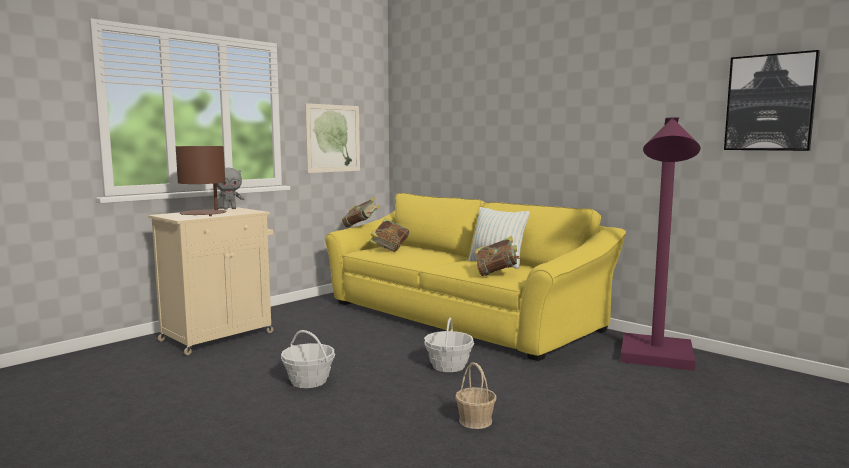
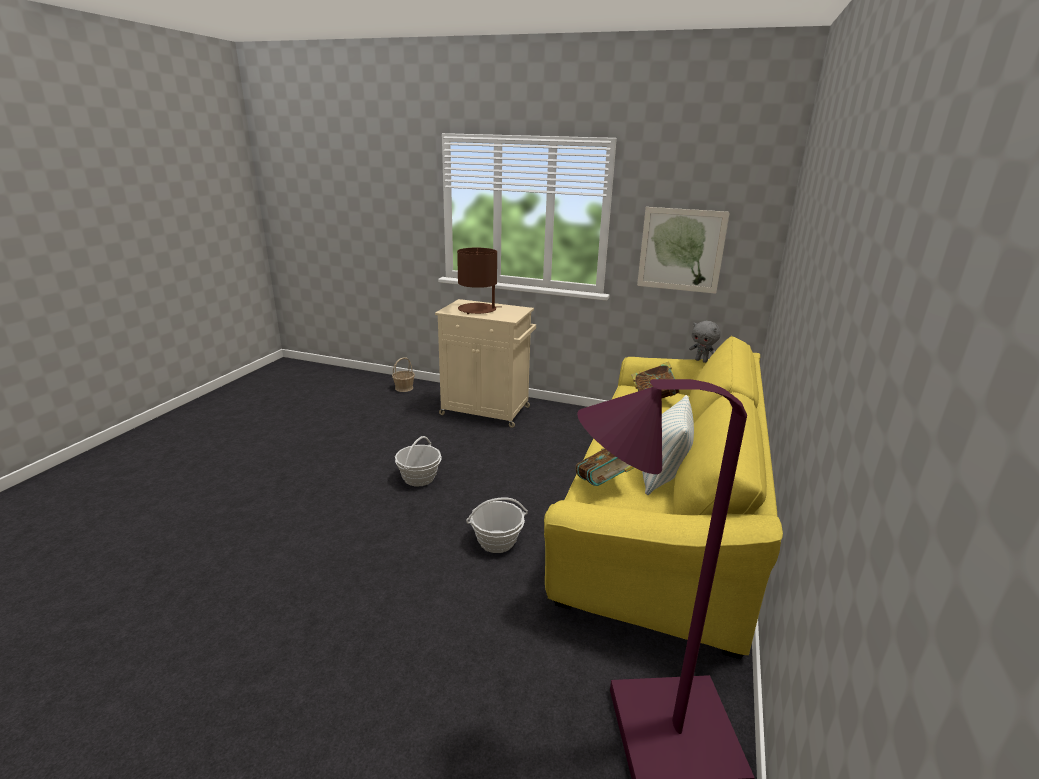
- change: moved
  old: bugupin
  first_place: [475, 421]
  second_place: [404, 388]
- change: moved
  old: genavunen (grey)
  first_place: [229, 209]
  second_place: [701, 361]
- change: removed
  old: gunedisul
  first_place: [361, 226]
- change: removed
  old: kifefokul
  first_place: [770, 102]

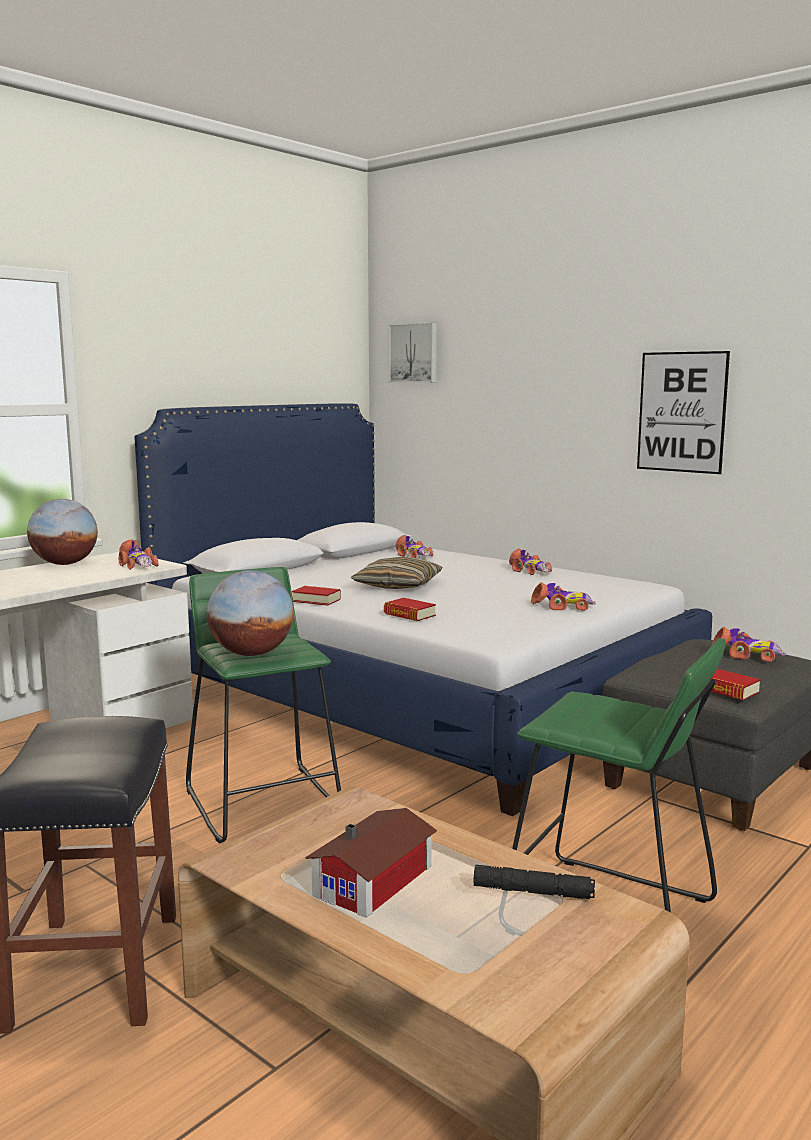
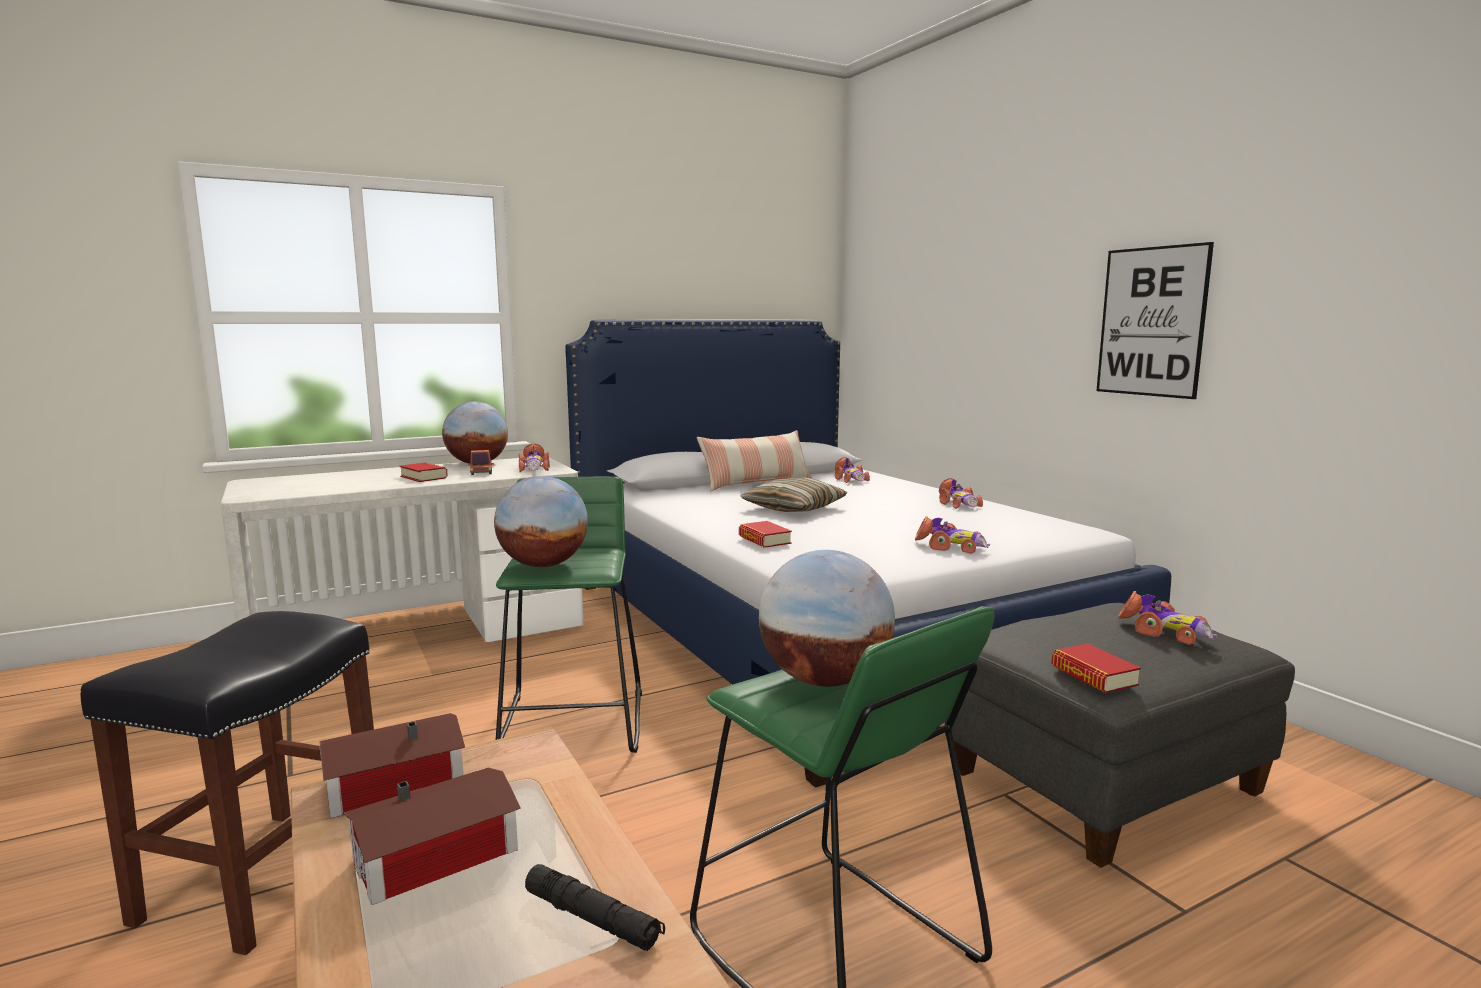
- change: added
  new: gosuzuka
  second_place: [391, 782]
- change: moved
  old: gunedisul
  first_place: [316, 600]
  second_place: [424, 477]
- change: added
  new: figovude
  second_place: [481, 472]
- change: added
  new: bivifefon
  second_place: [756, 483]
- change: added
  new: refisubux
  second_place: [824, 680]
- change: removed
  old: kifefokul
  first_place: [414, 353]

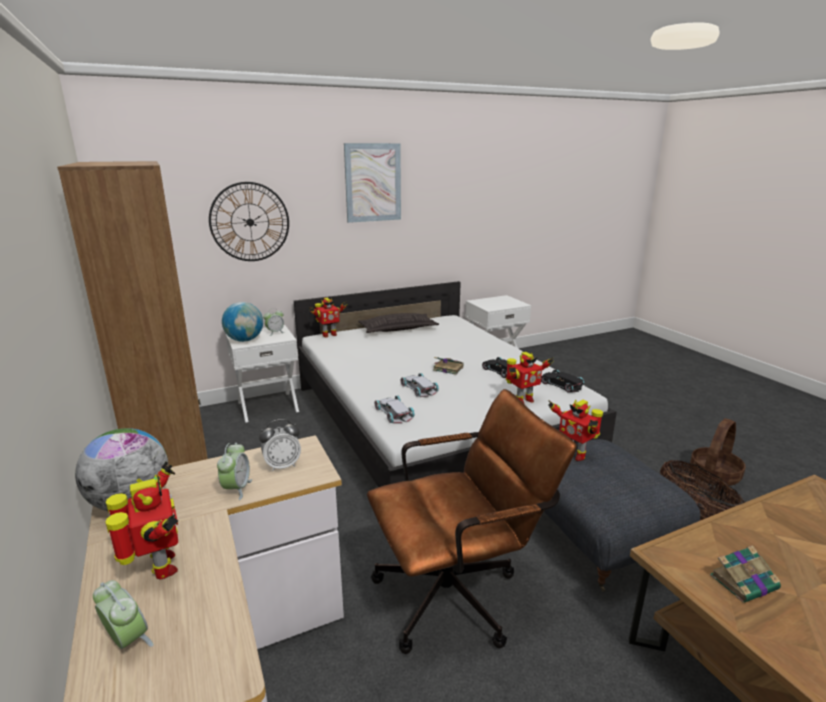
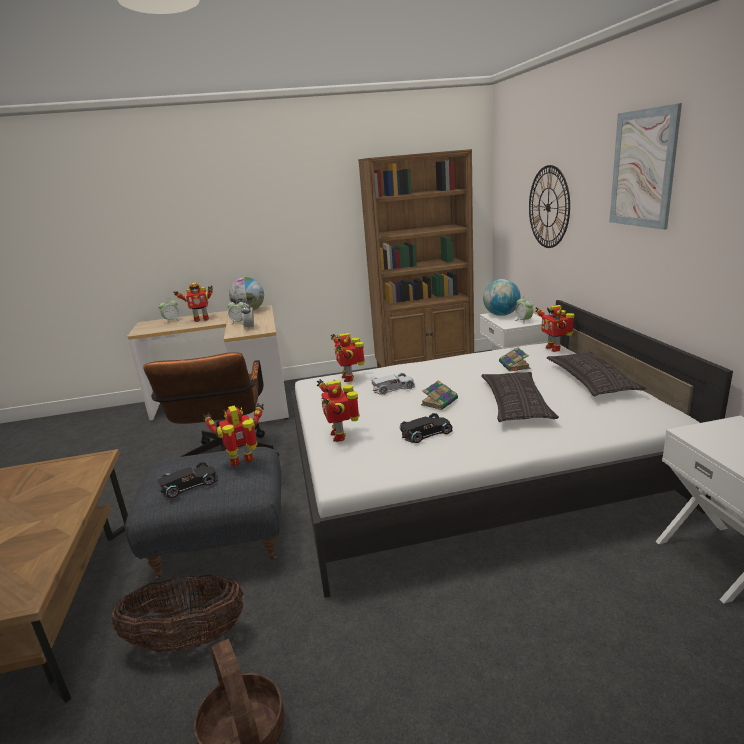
- change: moved
  old: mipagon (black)
  first_place: [561, 384]
  second_place: [190, 484]
- change: replaced
  old: mipagon (white)
  new: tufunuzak
  first_place: [394, 413]
  second_place: [349, 378]
- change: added
  new: bivifefon
  second_place: [516, 403]
- change: moved
  old: gunedisul
  first_place: [744, 582]
  second_place: [514, 366]

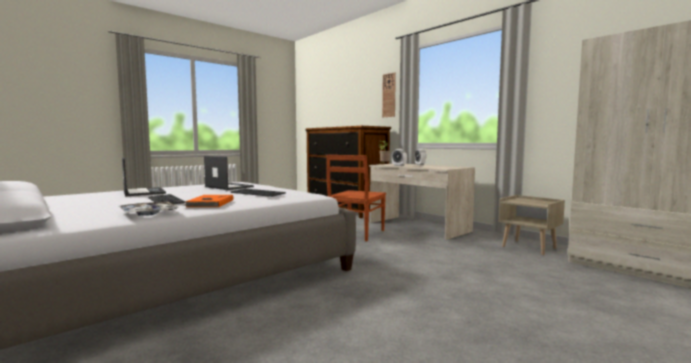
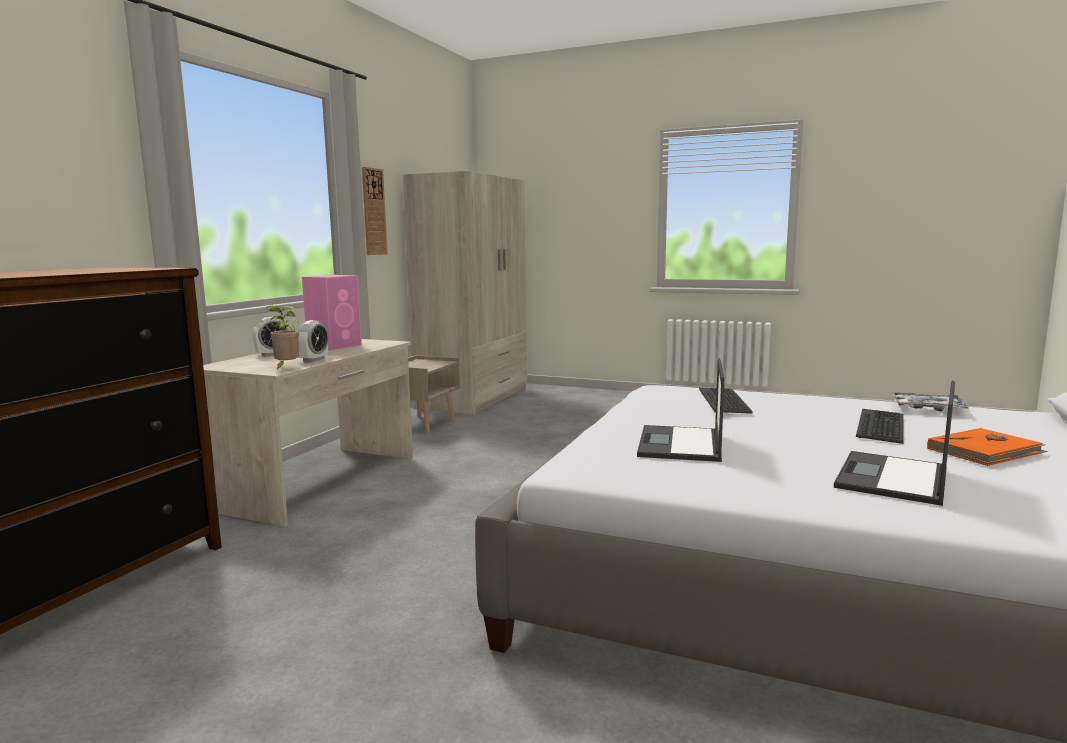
- change: added
  new: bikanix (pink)
  second_place: [335, 346]
- change: moved
  old: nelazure
  first_place: [389, 95]
  second_place: [374, 212]
- change: moved
  old: gunedisul (orange)
  first_place: [209, 203]
  second_place: [985, 451]
- change: removed
  old: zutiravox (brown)
  first_place: [356, 233]

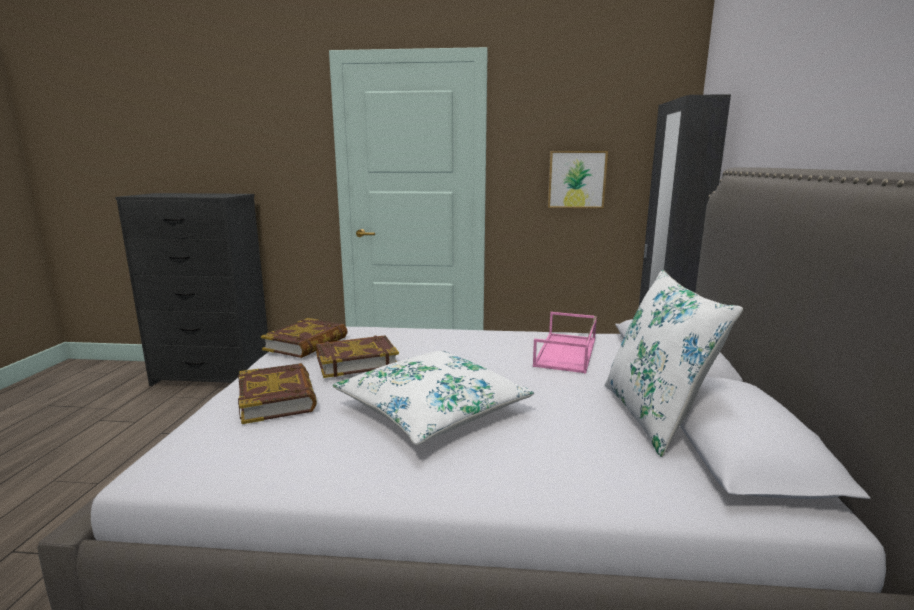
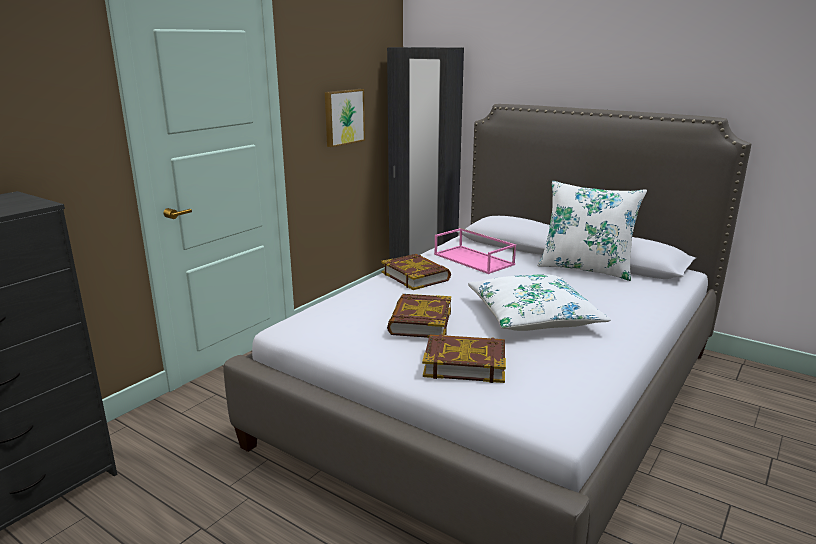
- change: moved
  old: gunedisul
  first_place: [306, 343]
  second_place: [415, 276]

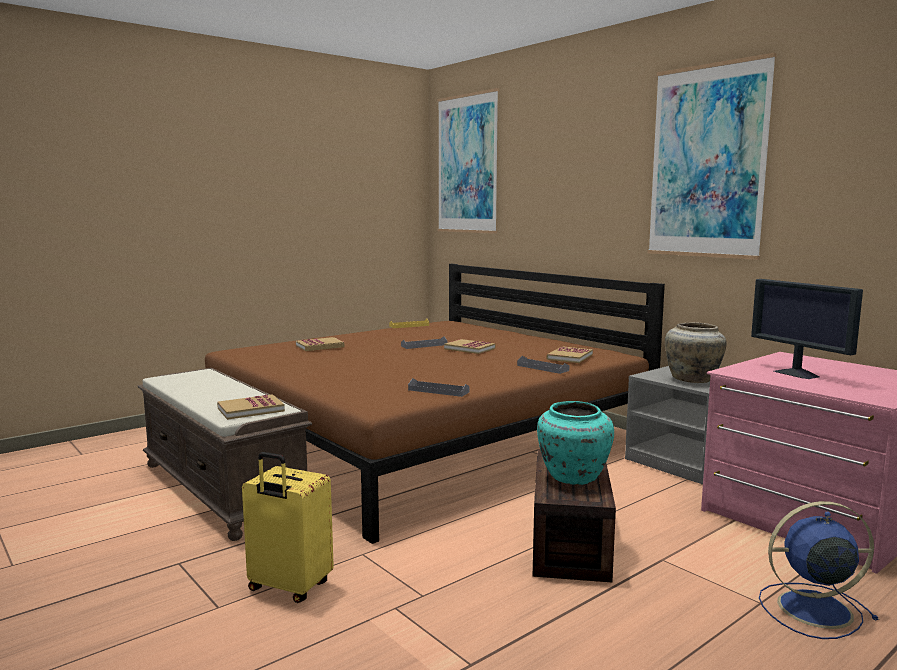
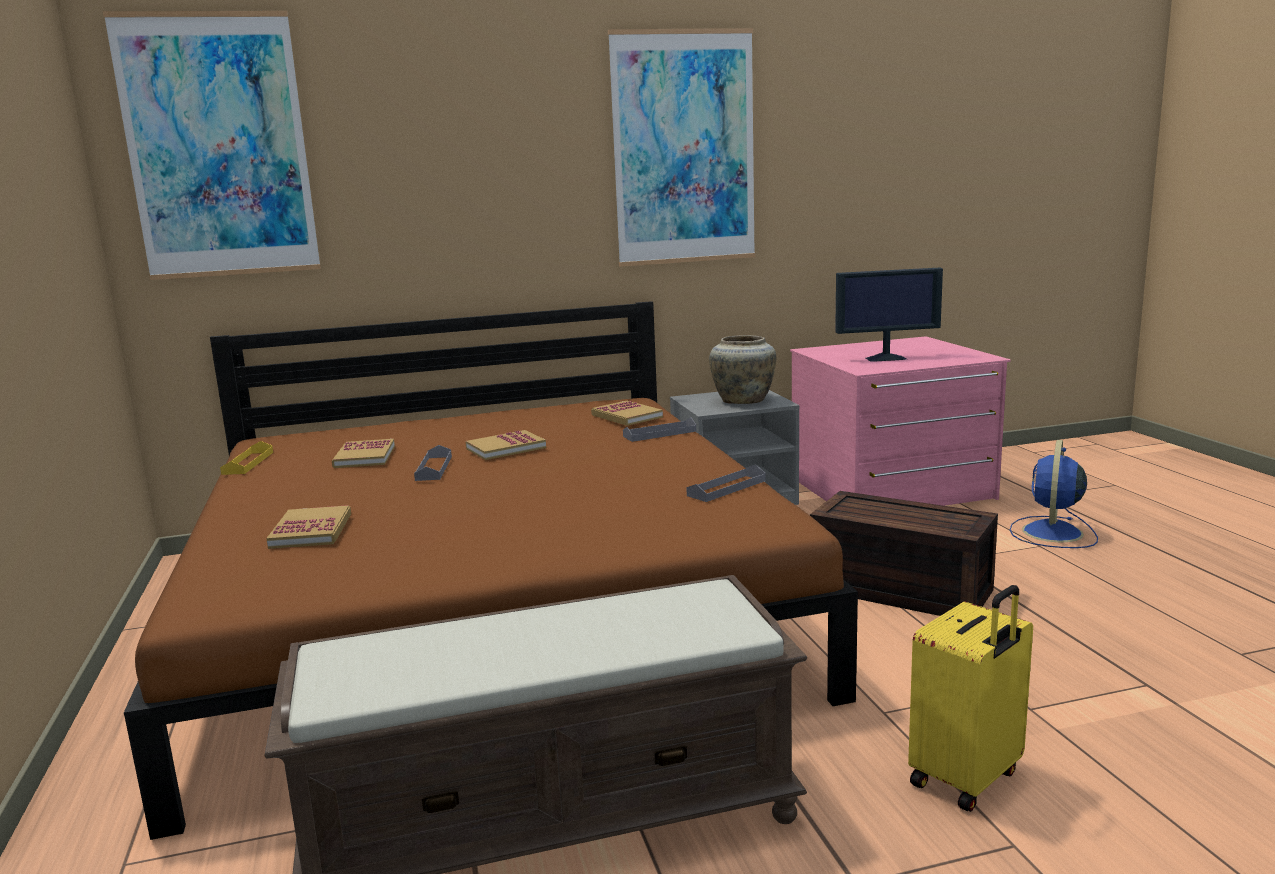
- change: moved
  old: gunedisul
  first_place: [250, 409]
  second_place: [364, 457]
- change: removed
  old: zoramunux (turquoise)
  first_place: [572, 477]

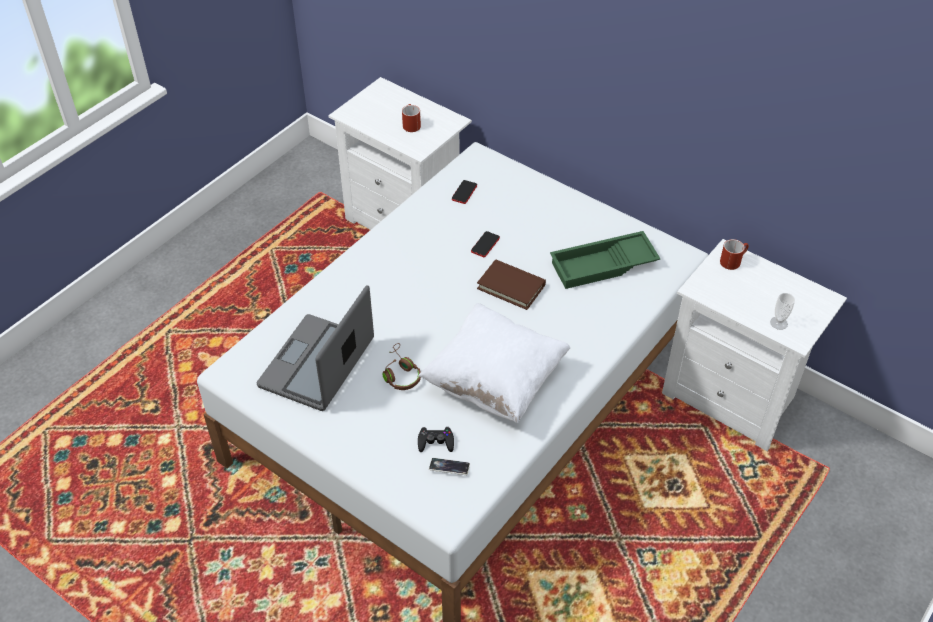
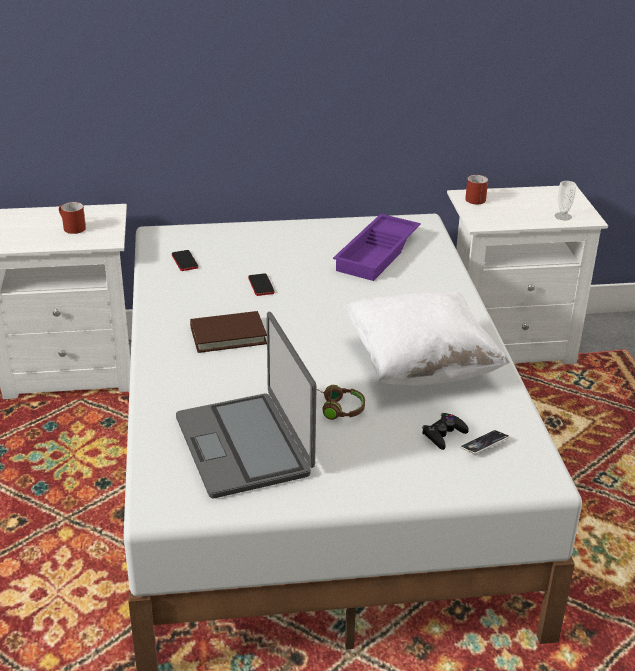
- change: moved
  old: gunedisul (brown)
  first_place: [511, 287]
  second_place: [228, 335]
- change: recoloured
  old: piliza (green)
  new: piliza (purple)
  first_place: [603, 266]
  second_place: [378, 254]

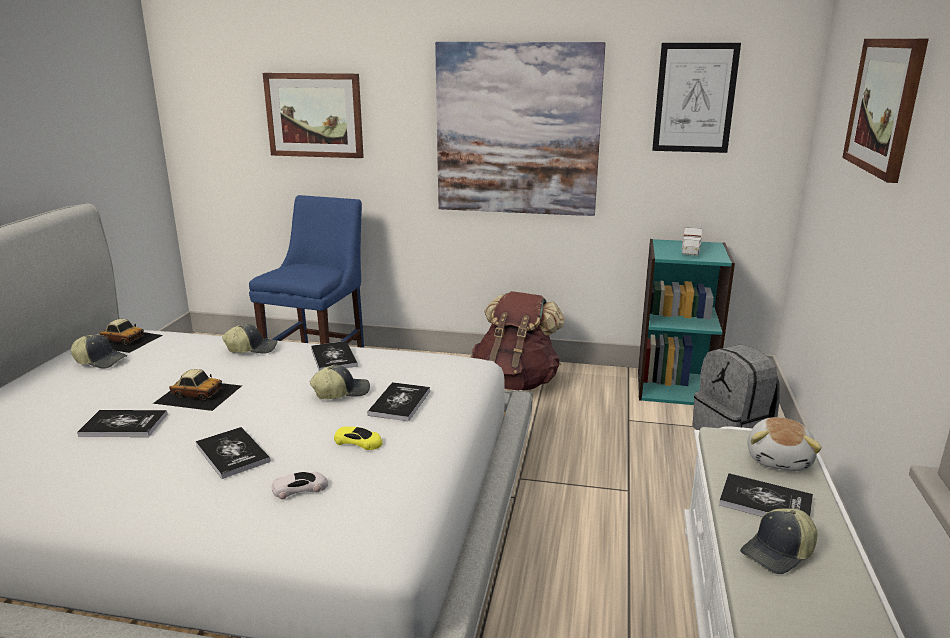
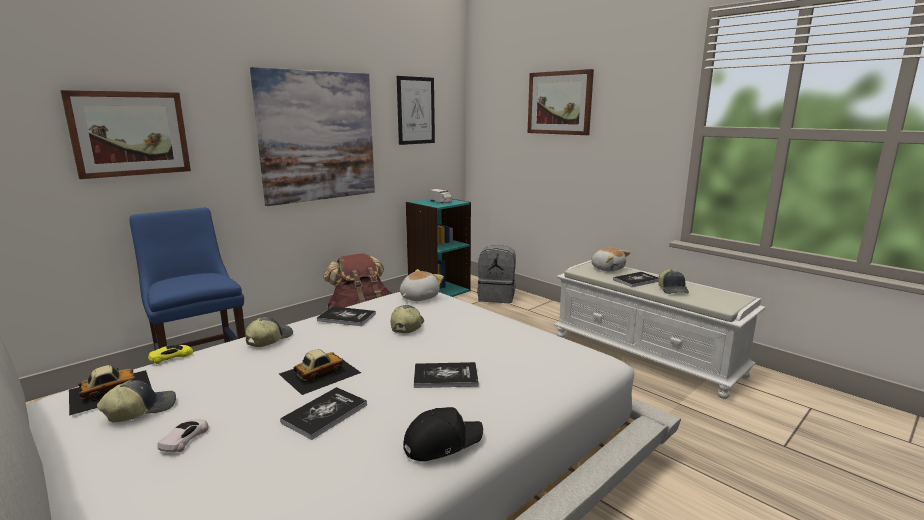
- change: moved
  old: mipagon (yellow)
  first_place: [358, 442]
  second_place: [171, 357]
- change: moved
  old: mipagon (white)
  first_place: [300, 489]
  second_place: [185, 439]
- change: added
  new: genavunen
  second_place: [418, 297]
- change: added
  new: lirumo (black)
  second_place: [442, 442]
- change: removed
  old: gunedisul
  first_place: [400, 403]

